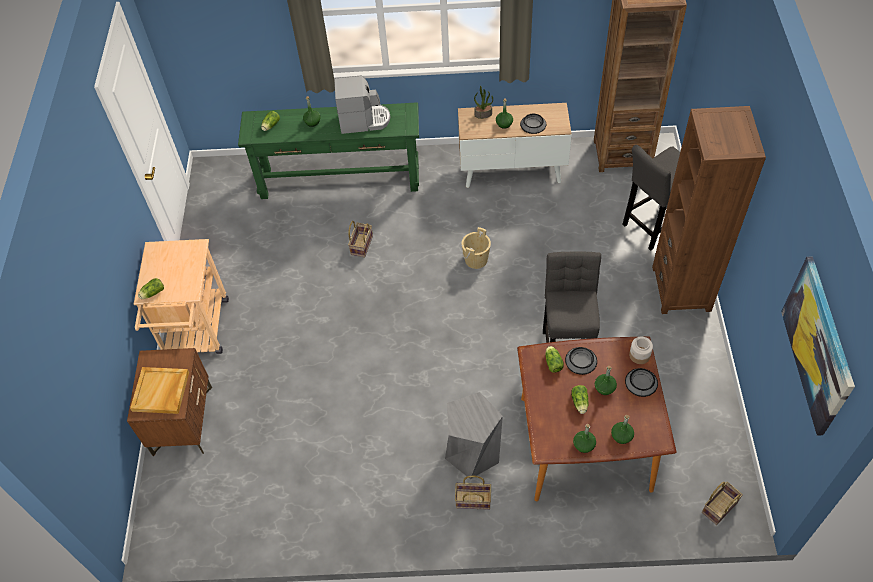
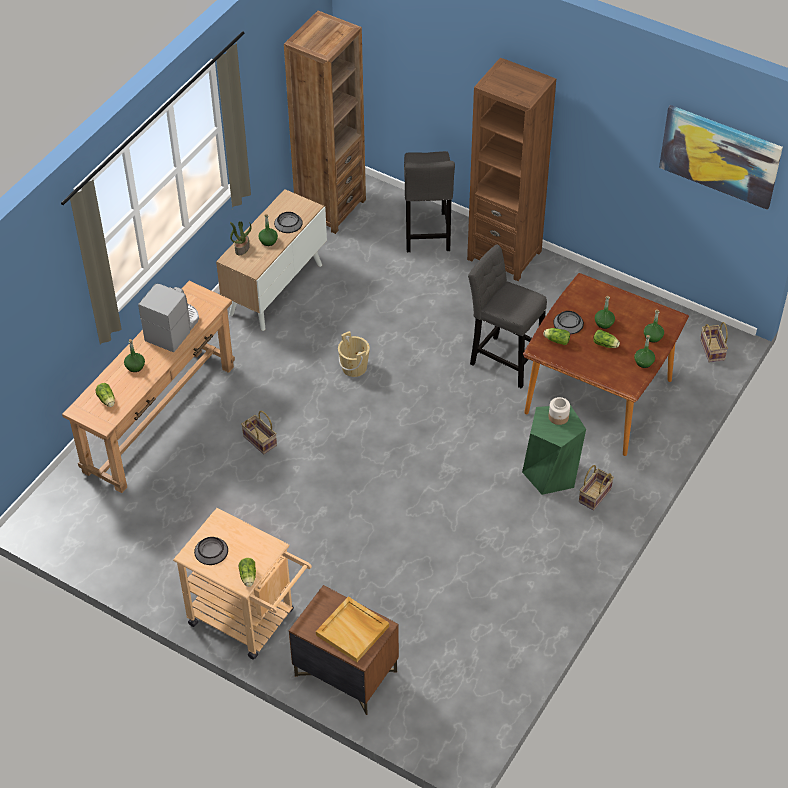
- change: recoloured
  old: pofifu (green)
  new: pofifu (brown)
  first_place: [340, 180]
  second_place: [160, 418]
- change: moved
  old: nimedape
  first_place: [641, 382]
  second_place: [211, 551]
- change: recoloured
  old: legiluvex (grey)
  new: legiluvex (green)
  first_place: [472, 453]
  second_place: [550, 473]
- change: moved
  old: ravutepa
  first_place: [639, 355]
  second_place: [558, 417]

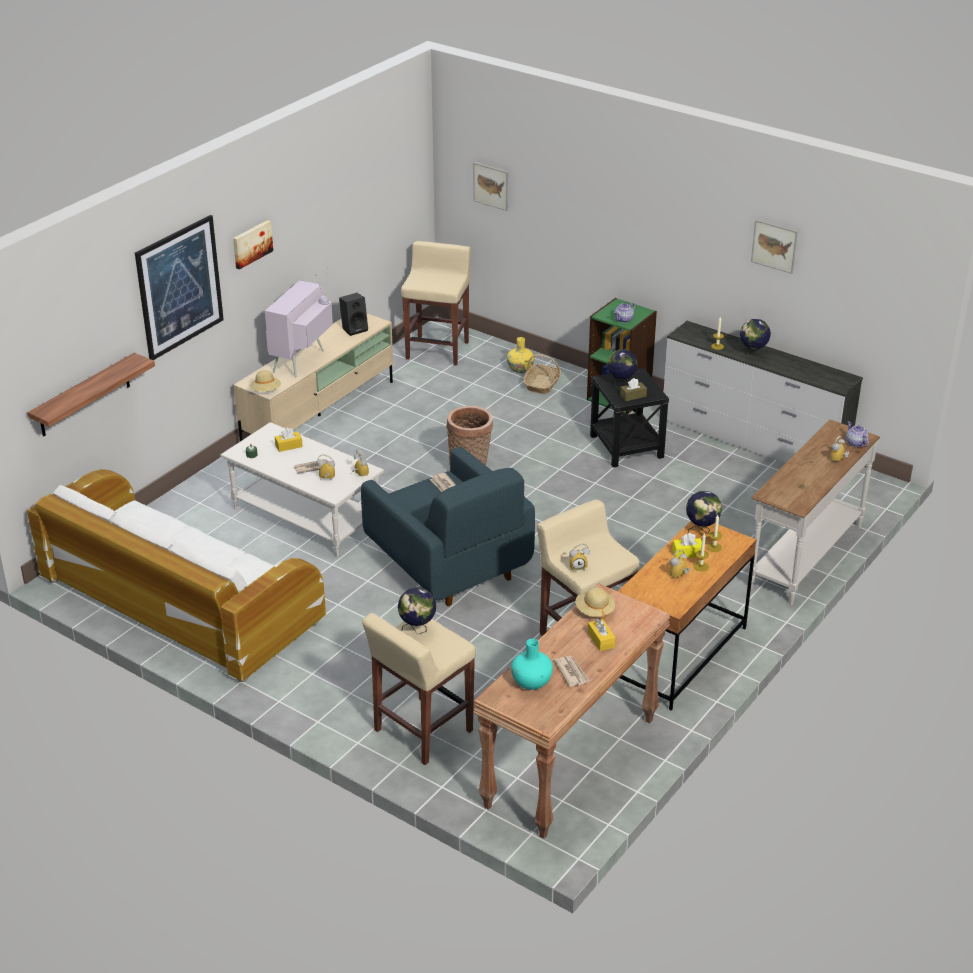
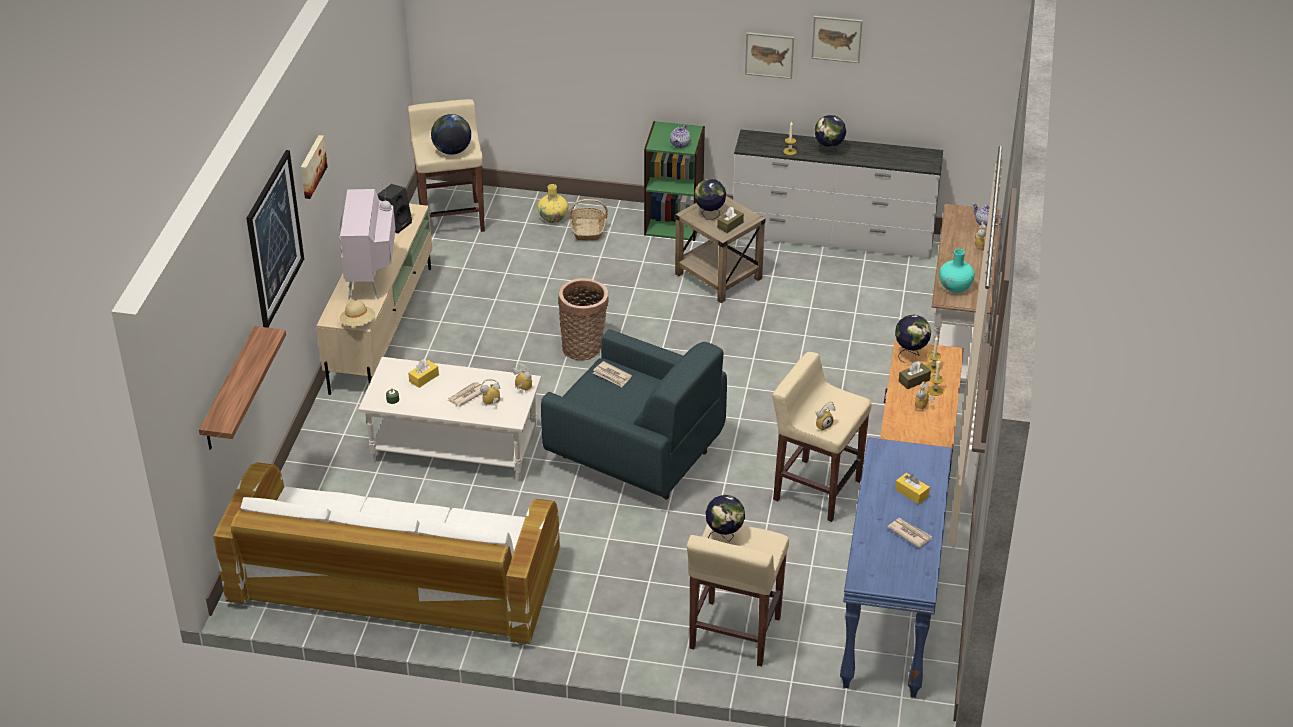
- change: added
  new: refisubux
  second_place: [452, 151]
- change: recoloured
  old: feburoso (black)
  new: feburoso (beige)
  first_place: [626, 447]
  second_place: [719, 277]
- change: moved
  old: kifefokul
  first_place: [491, 186]
  second_place: [769, 55]
- change: recoloured
  old: pofifu (brown)
  new: pofifu (blue)
  first_place: [571, 764]
  second_place: [890, 618]
- change: recoloured
  old: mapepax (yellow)
  new: mapepax (brown)
  first_place: [687, 553]
  second_place: [914, 380]
- change: moved
  old: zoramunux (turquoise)
  first_place: [531, 682]
  second_place: [955, 287]
- change: removed
  old: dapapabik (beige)
  first_place: [594, 611]

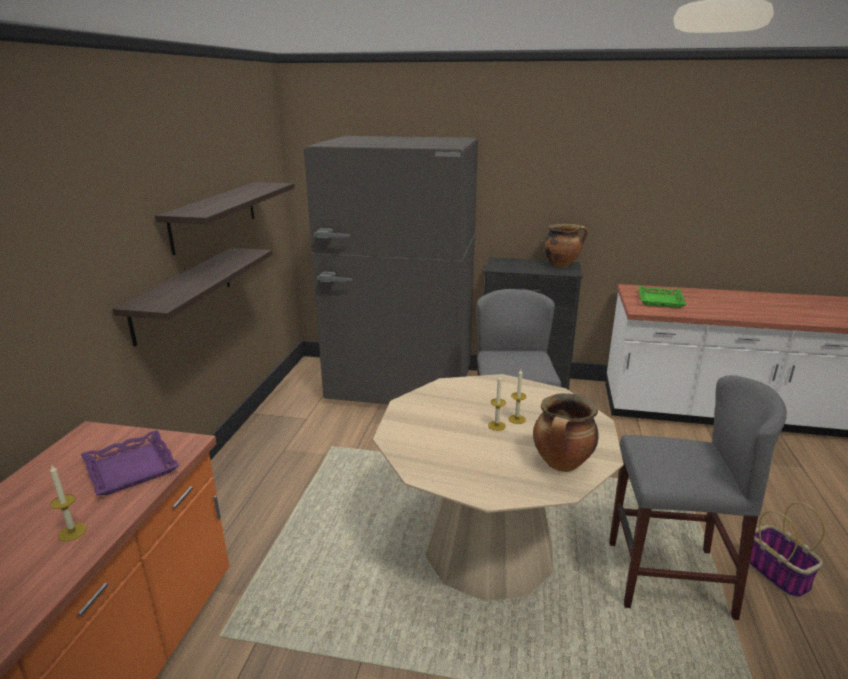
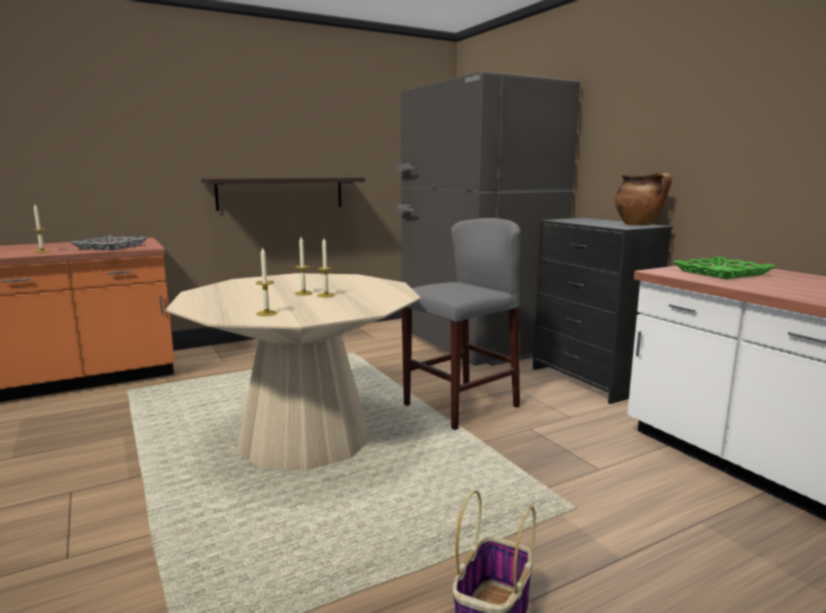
- change: recoloured
  old: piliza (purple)
  new: piliza (grey)
  first_place: [132, 468]
  second_place: [111, 247]
- change: replaced
  old: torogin
  new: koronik
  first_place: [562, 464]
  second_place: [266, 313]
- change: removed
  old: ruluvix
  first_place: [214, 215]
- change: removed
  old: legiluvex (grey)
  first_place: [667, 578]

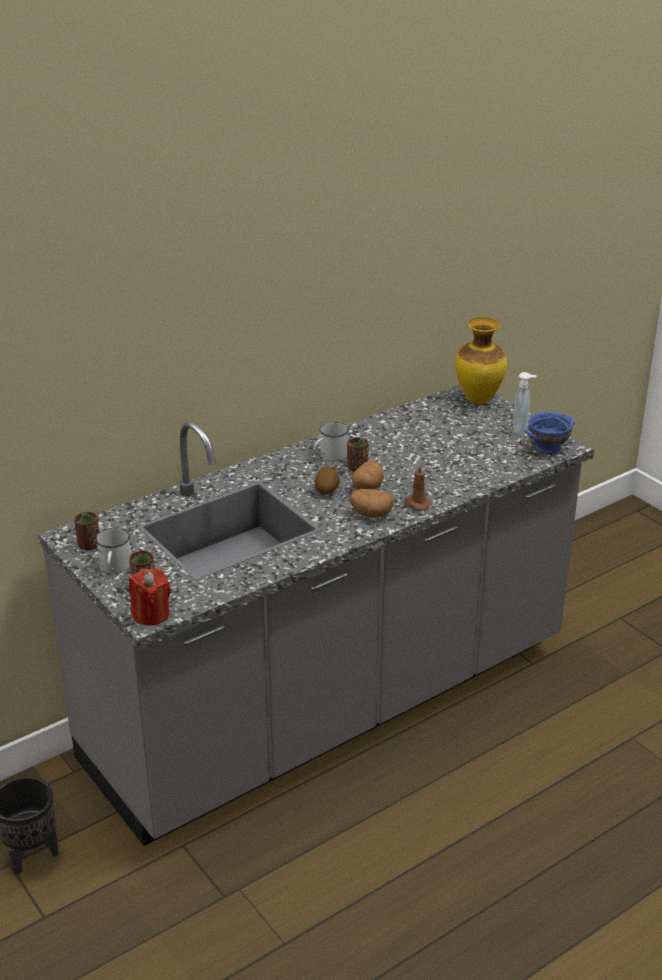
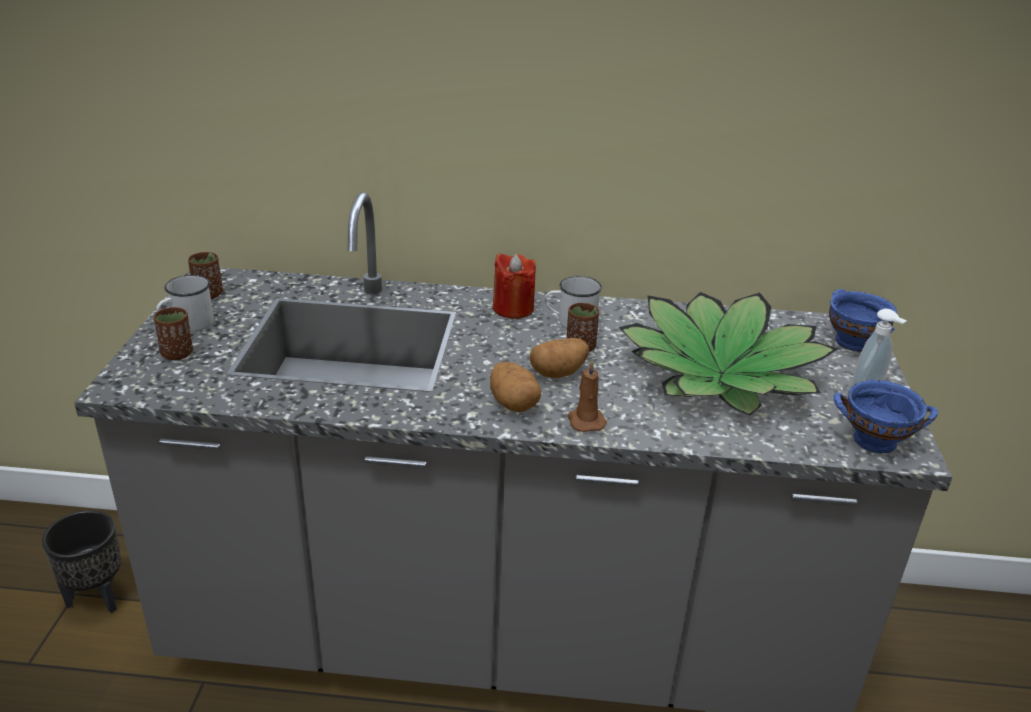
- change: moved
  old: koronik (red)
  first_place: [151, 614]
  second_place: [513, 308]
- change: added
  new: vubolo
  second_place: [720, 373]
- change: replaced
  old: zoramunux
  new: nimedape (blue)
  first_place: [478, 400]
  second_place: [853, 341]
- change: removed
  old: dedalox
  first_place: [327, 490]

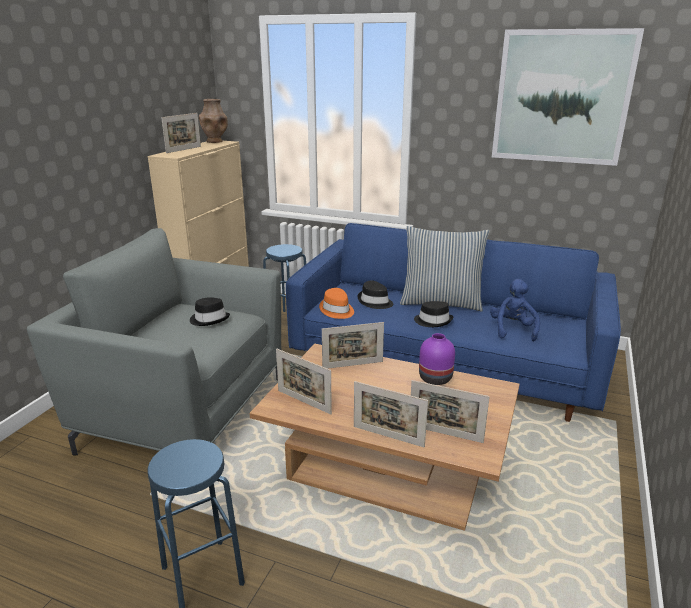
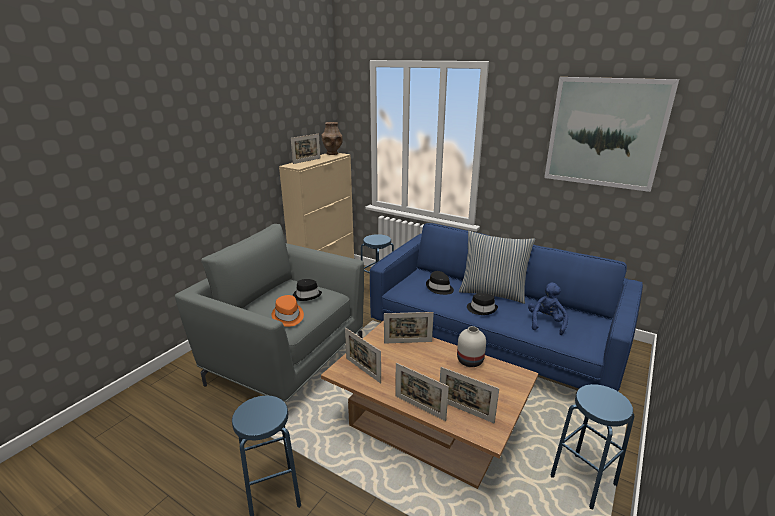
- change: moved
  old: dapapabik (orange)
  first_place: [337, 310]
  second_place: [288, 316]
- change: recoloured
  old: zoramunux (purple)
  new: zoramunux (white)
  first_place: [435, 379]
  second_place: [469, 361]
- change: added
  new: legiluvex (blue)
  second_place: [583, 481]

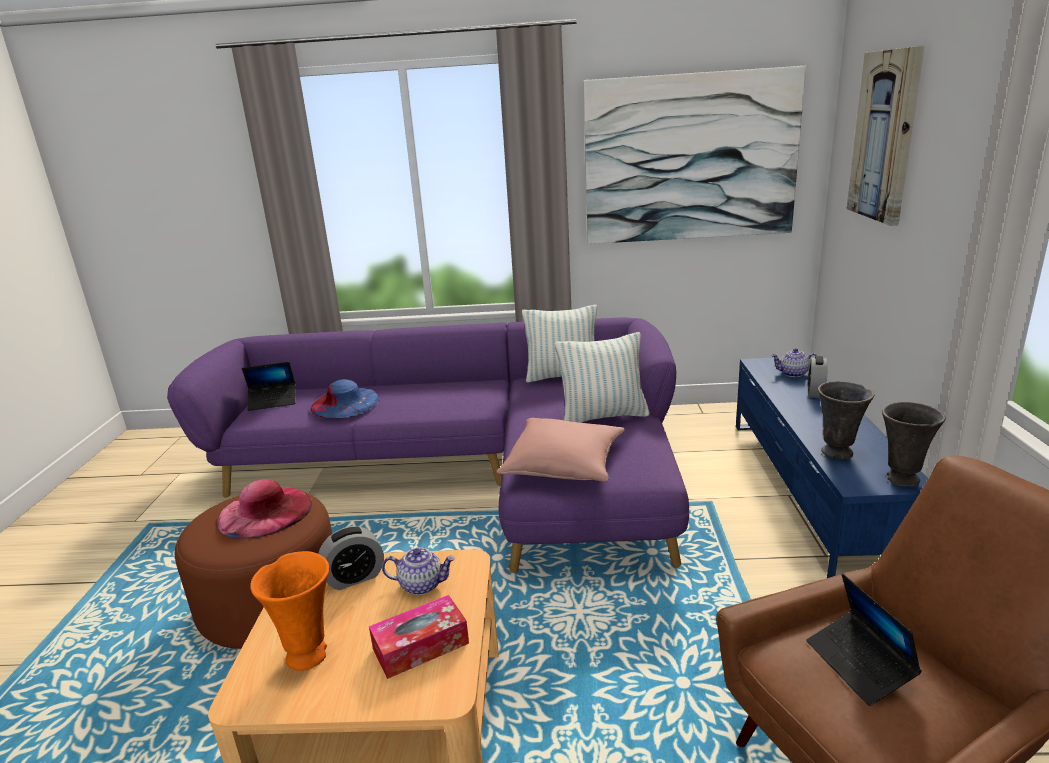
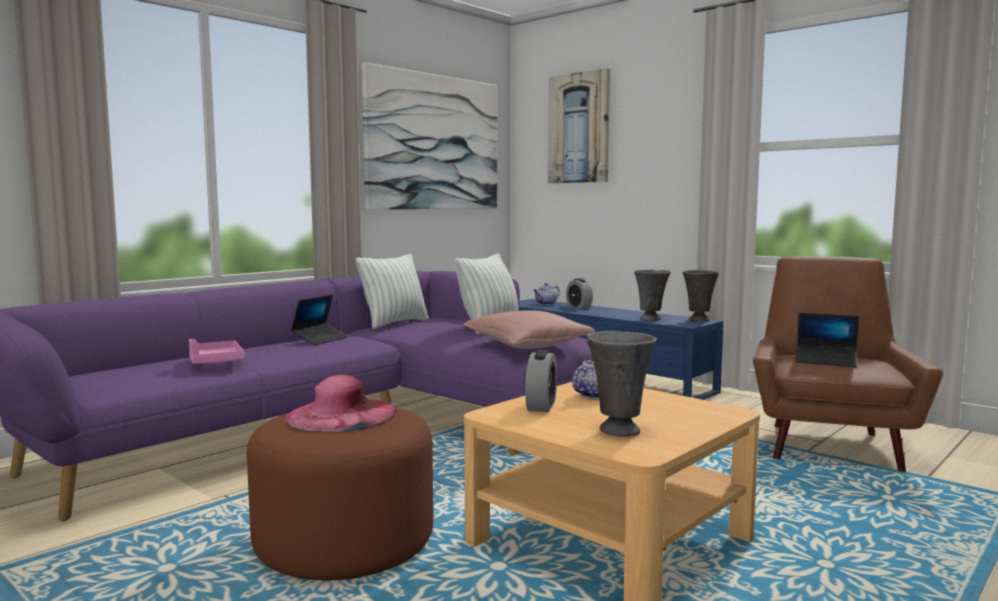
- change: replaced
  old: dapapabik (blue)
  new: piliza (pink)
  first_place: [345, 403]
  second_place: [215, 362]
- change: moved
  old: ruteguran
  first_place: [273, 401]
  second_place: [320, 339]
- change: recoloured
  old: zoramunux (orange)
  new: zoramunux (grey)
  first_place: [308, 654]
  second_place: [618, 430]
- change: removed
  old: mapepax
  first_place: [421, 646]

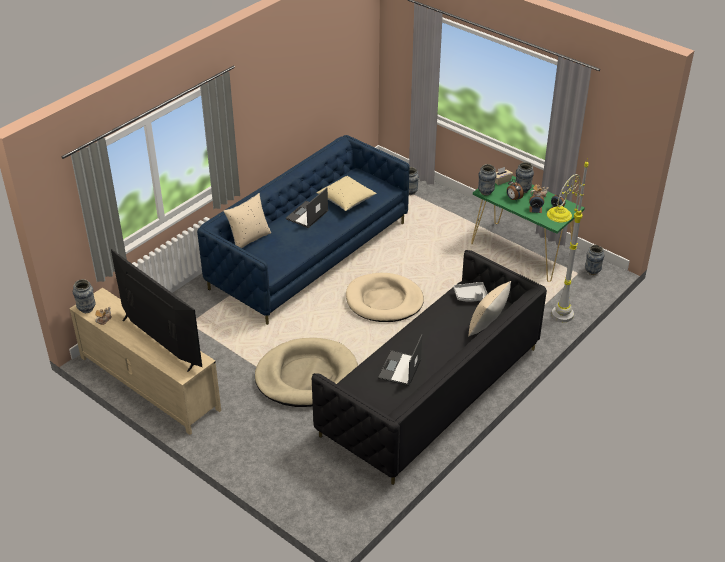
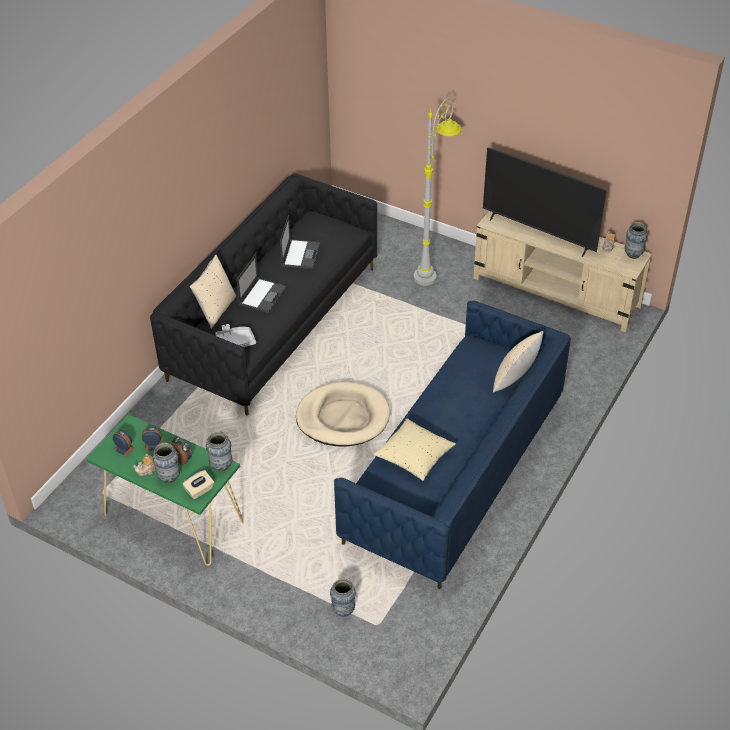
- change: moved
  old: ruteguran
  first_place: [307, 215]
  second_place: [263, 295]
- change: moved
  old: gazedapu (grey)
  first_place: [552, 324]
  second_place: [434, 266]
- change: removed
  old: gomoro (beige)
  first_place: [306, 376]
- change: removed
  old: zoramunux
  first_place: [592, 271]

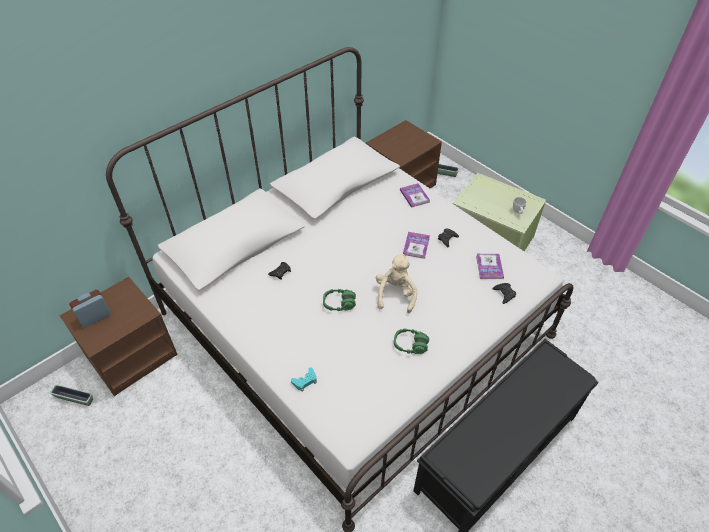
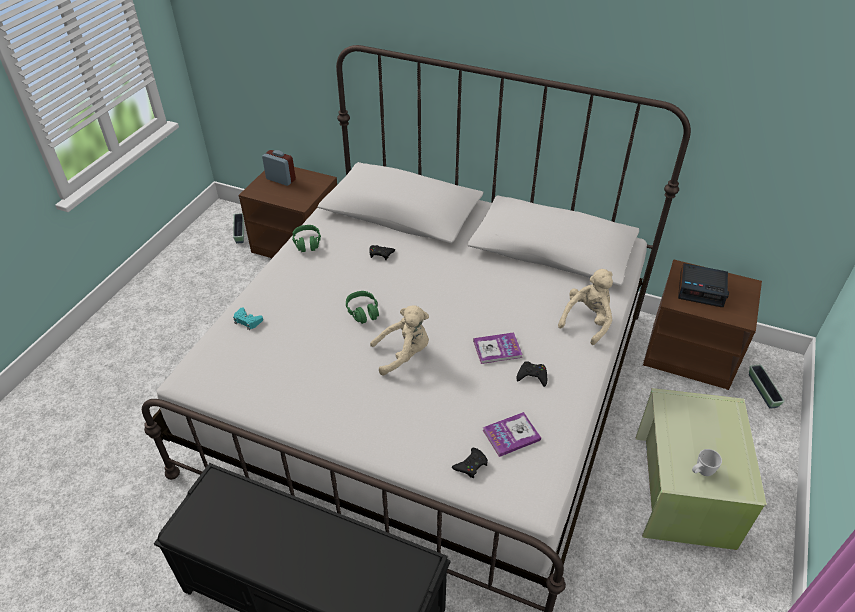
- change: moved
  old: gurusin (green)
  first_place: [410, 345]
  second_place: [307, 243]
- change: replaced
  old: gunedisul
  new: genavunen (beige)
  first_place: [414, 196]
  second_place: [587, 321]
- change: added
  new: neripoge
  second_place: [701, 289]

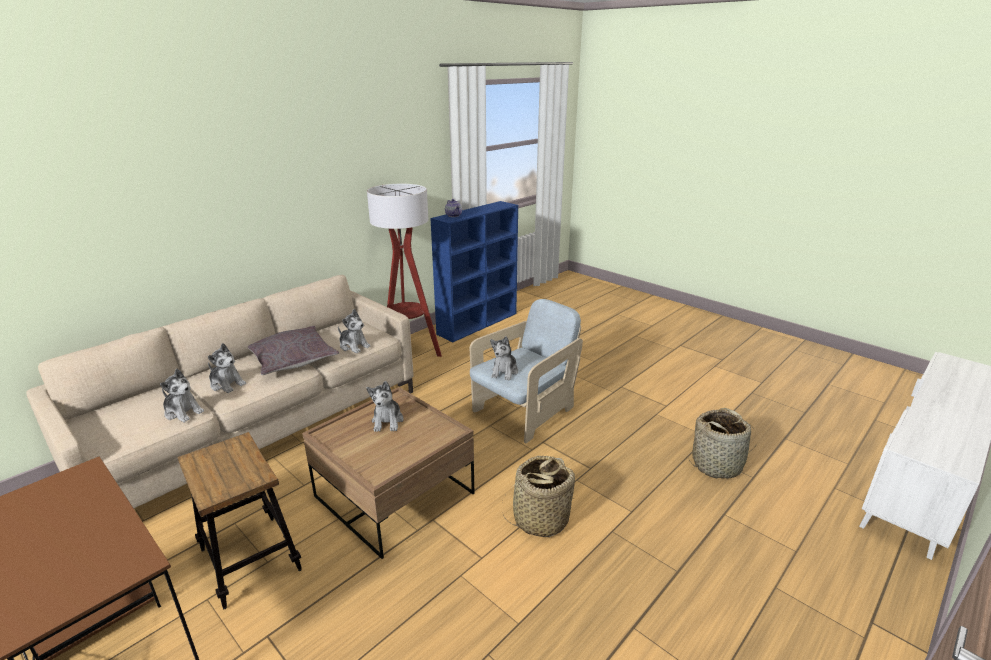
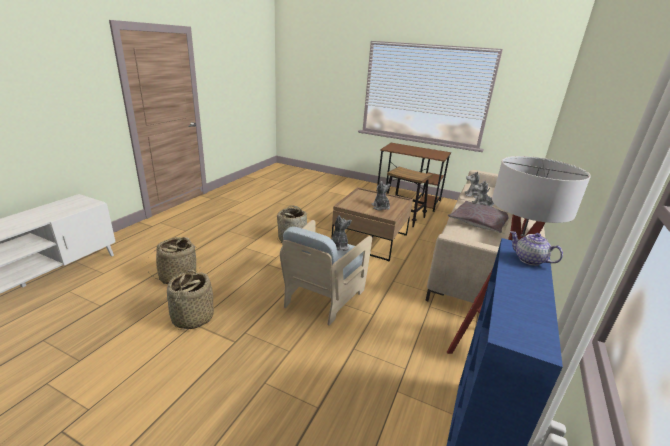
- change: added
  new: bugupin
  second_place: [192, 318]
- change: removed
  old: genavunen
  first_place: [354, 346]

